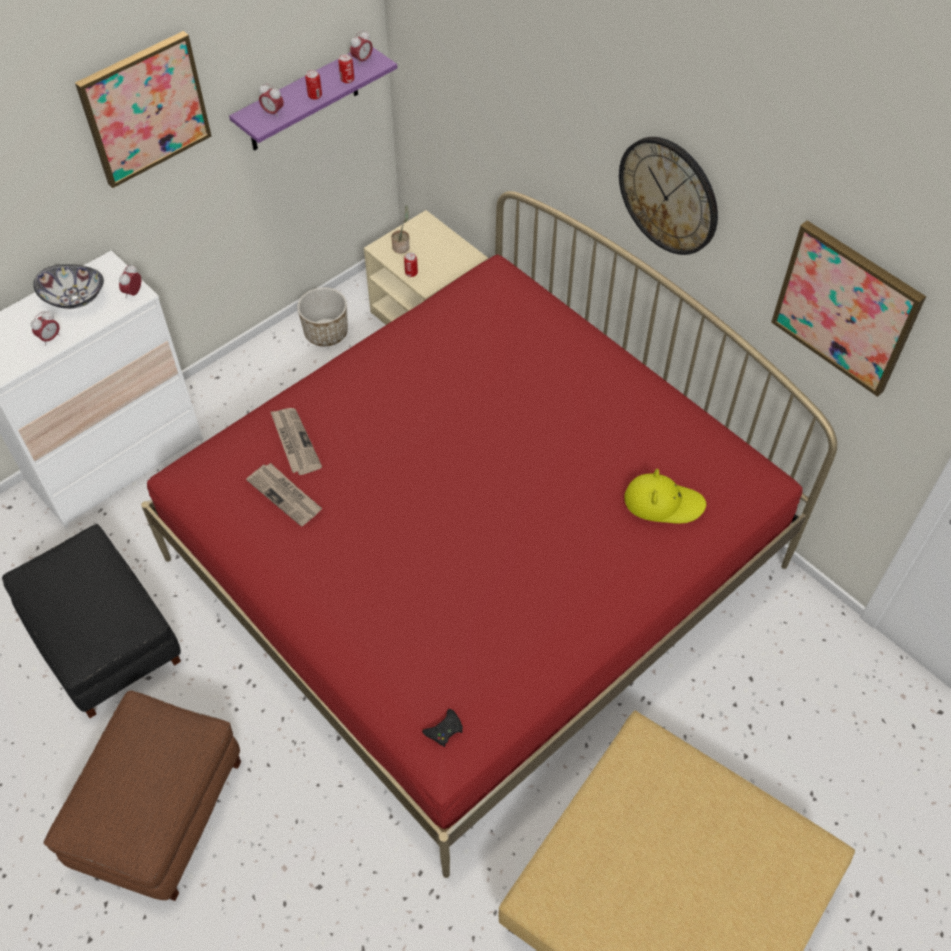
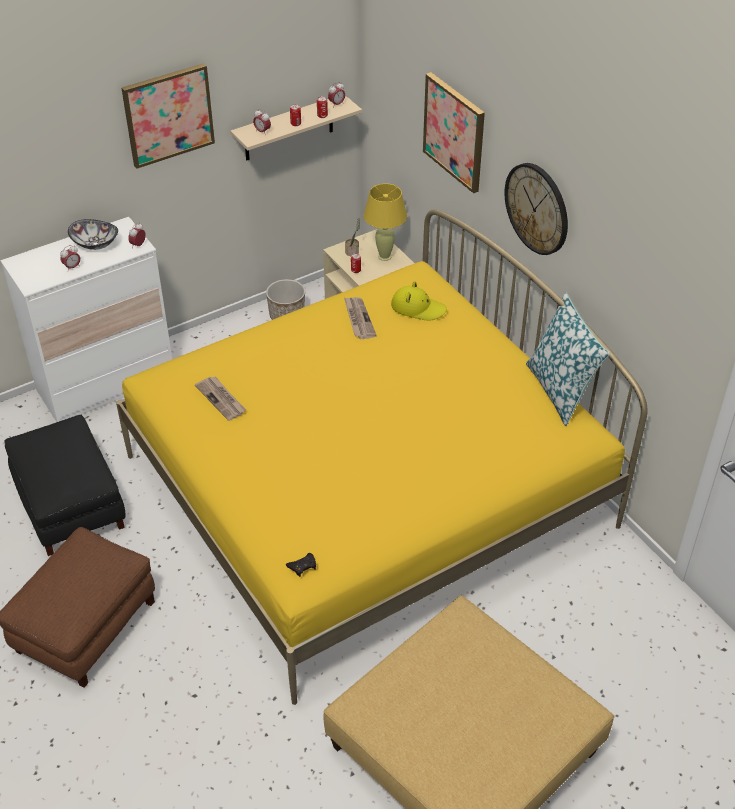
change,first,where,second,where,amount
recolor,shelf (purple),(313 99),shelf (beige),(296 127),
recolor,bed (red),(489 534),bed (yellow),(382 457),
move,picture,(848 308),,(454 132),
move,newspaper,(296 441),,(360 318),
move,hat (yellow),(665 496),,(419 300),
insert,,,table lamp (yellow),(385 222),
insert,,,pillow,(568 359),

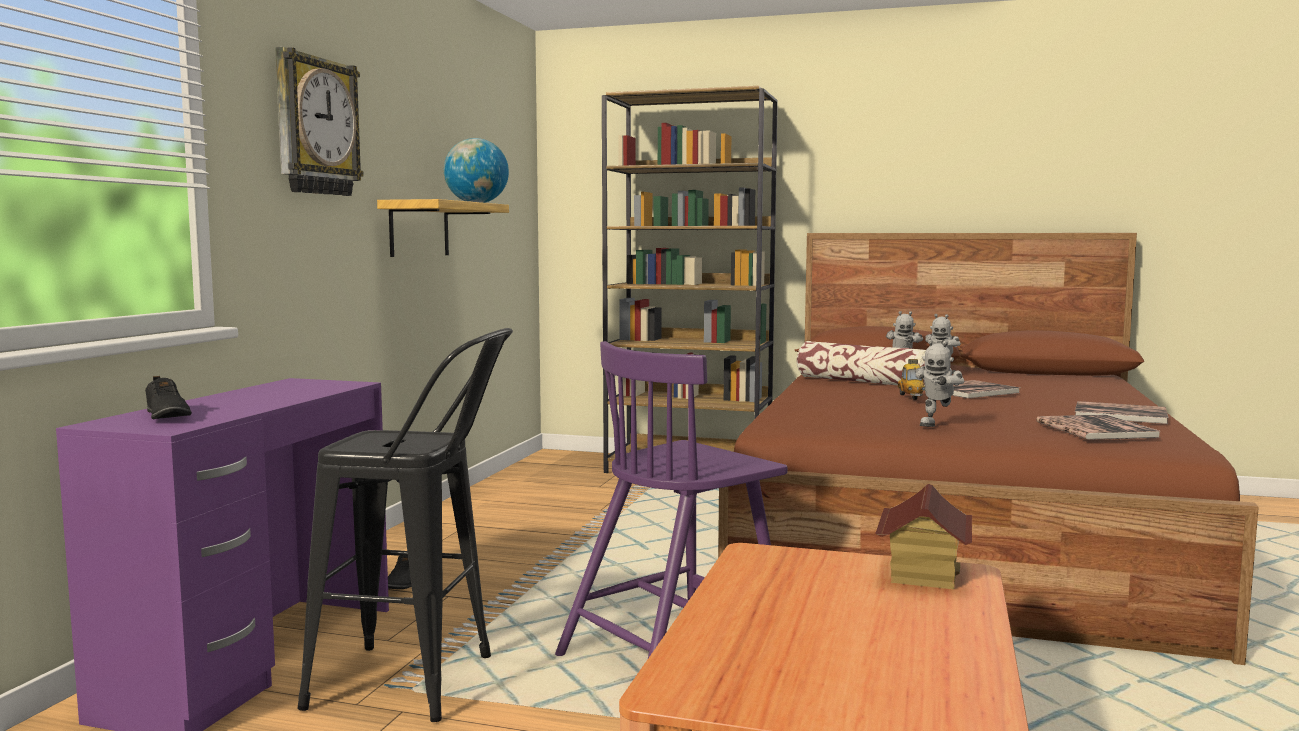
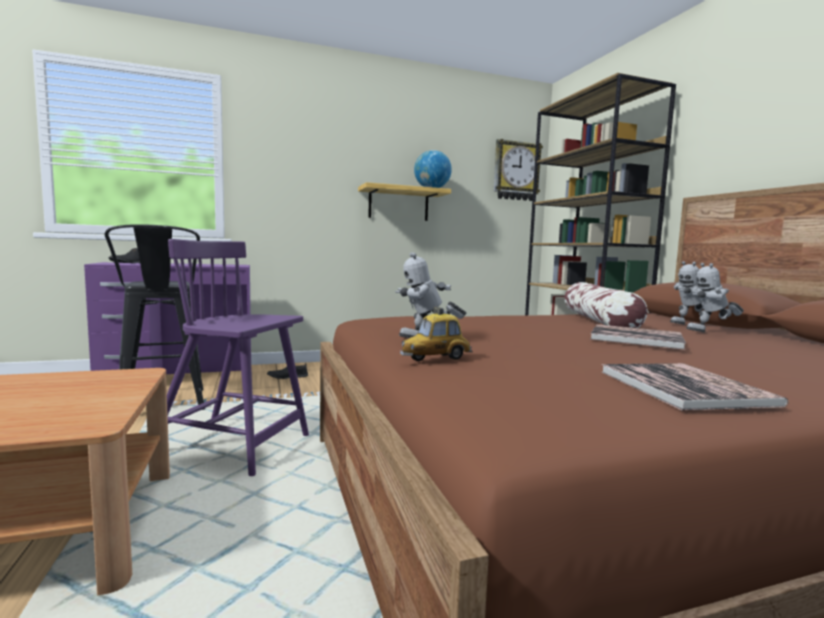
change,first,where,second,where,amount
move,wall clock,(319 121),,(518 170),
move,toy car,(911 379),,(436 334),
delete,book,(1098 427),,,
delete,toy house,(923 536),,,

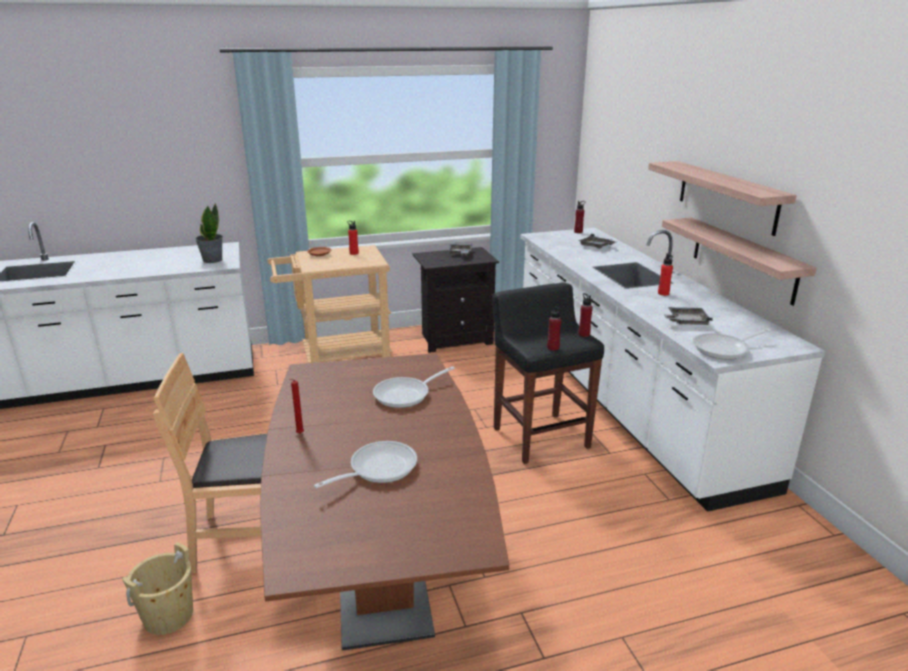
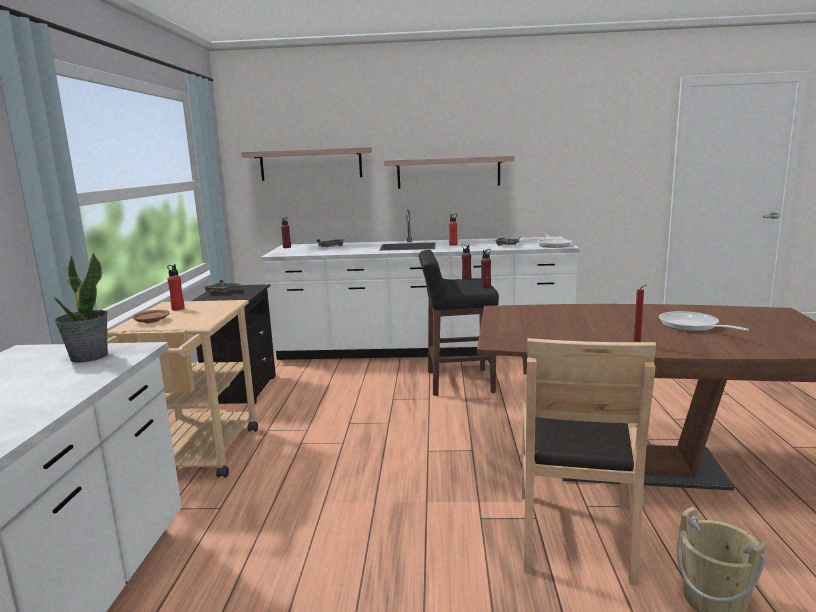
change,first,where,second,where,amount
move,shelf,(739 262),,(306 164),
delete,frying pan,(414 387),,,

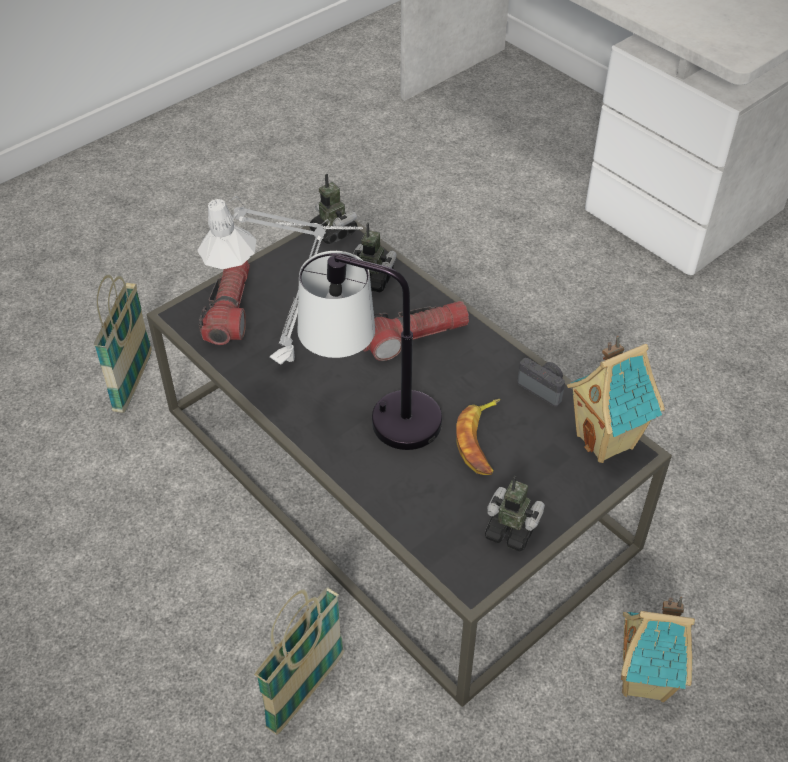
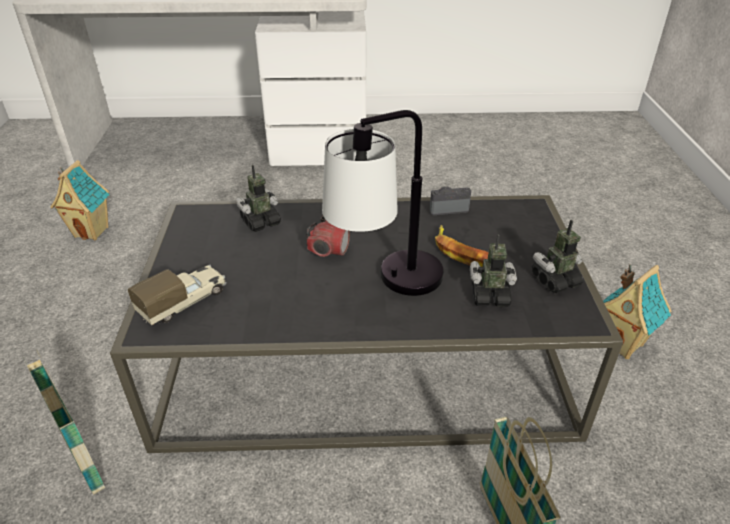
change,first,where,second,where,amount
move,toy robot,(333 209),,(493 270),
delete,table lamp (grey),(280 281),,,
replace,flashlight,(224 303),toy truck,(177 295),
move,toy house,(616 399),,(80 200),

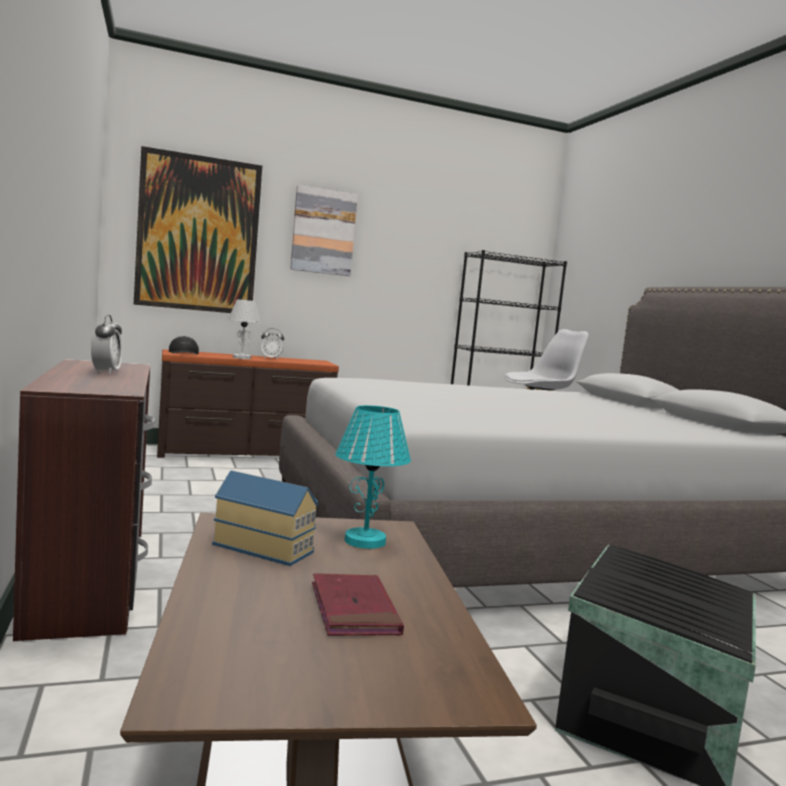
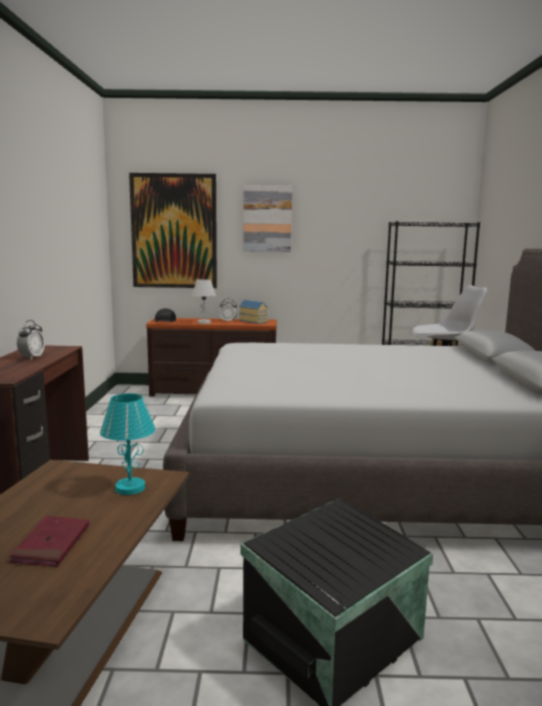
change,first,where,second,where,amount
move,toy house,(265 518),,(253 312),

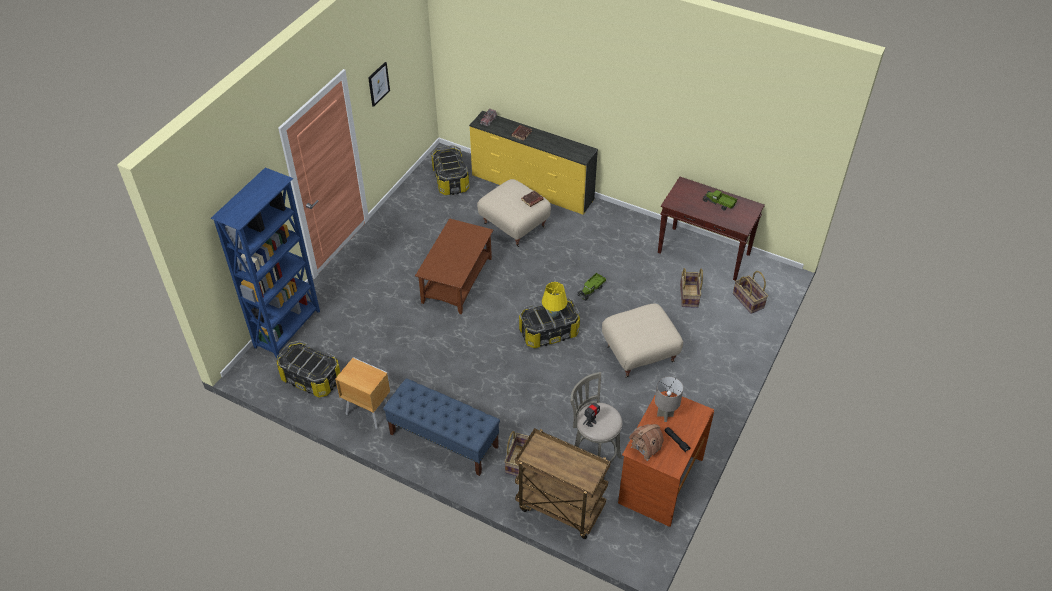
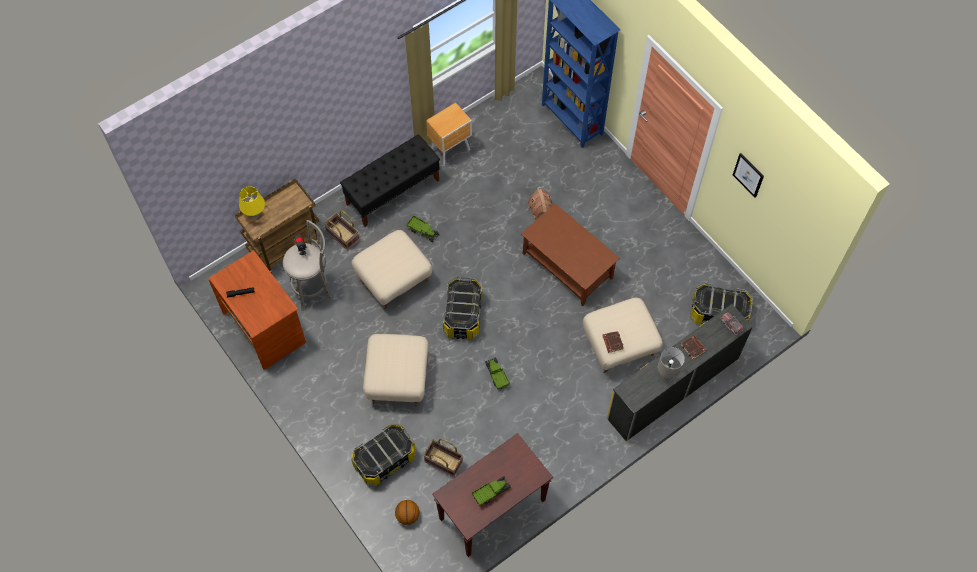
change,first,where,second,where,amount
replace,basket,(750 292),basketball,(407 512),
move,table lamp (yellow),(554 299),,(252 202),
move,storage box,(309 369),,(383 455),
move,table lamp (grey),(669 399),,(671 364),
recolor,bench (blue),(441 427),bench (black),(390 180),
move,toy house,(646 442),,(540 203),
insert,,,toy truck,(423 228),
insert,,,ottoman (beige),(391 269),

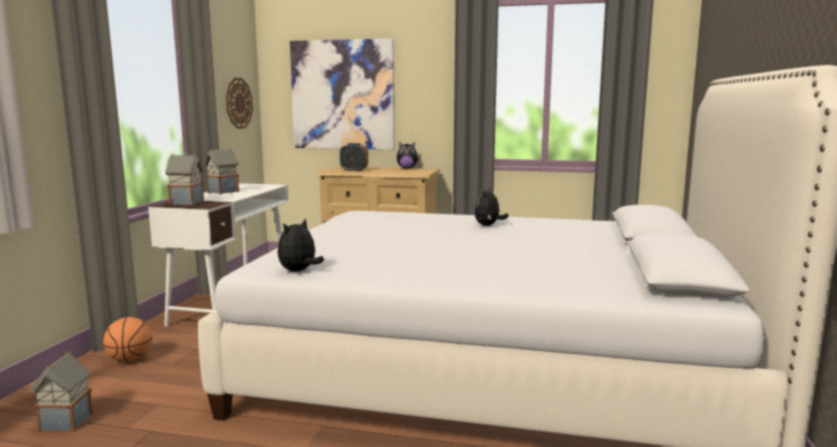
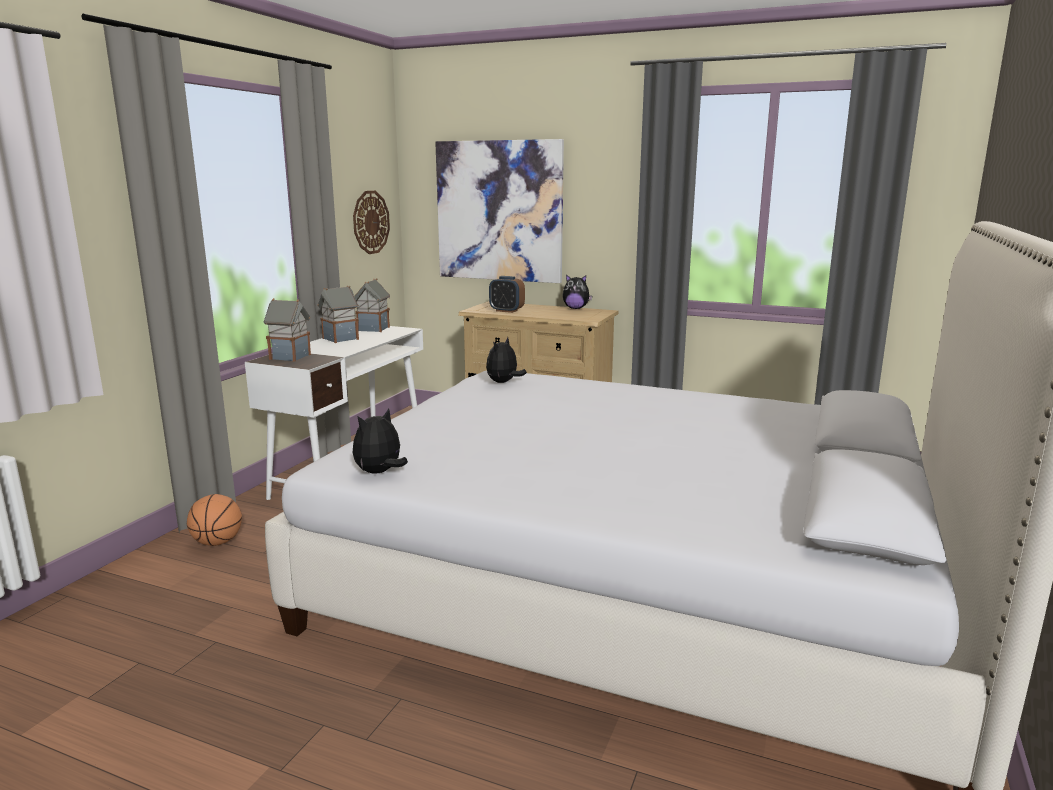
change,first,where,second,where,amount
move,plush toy,(491 206),,(506 360),
move,toy house,(61 392),,(372 305),

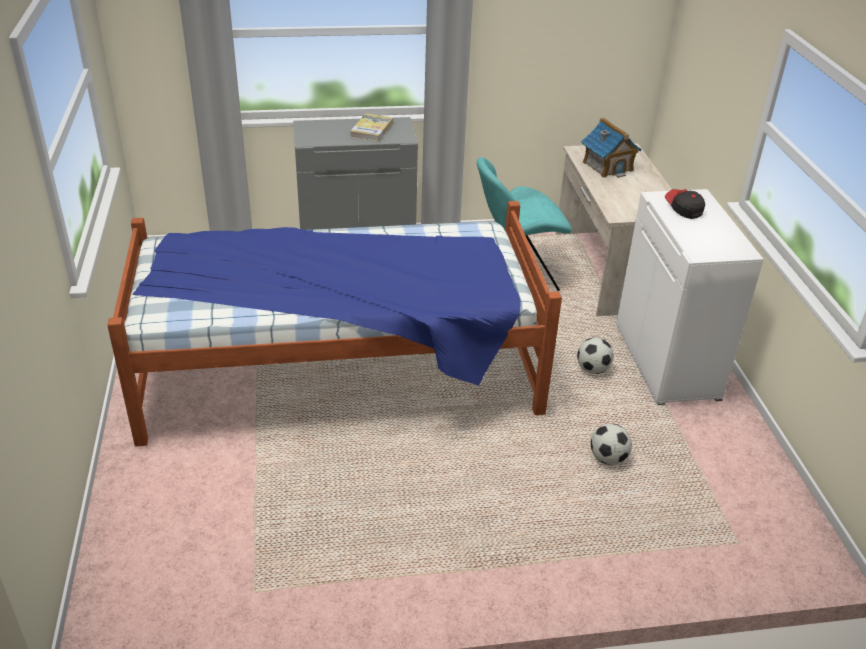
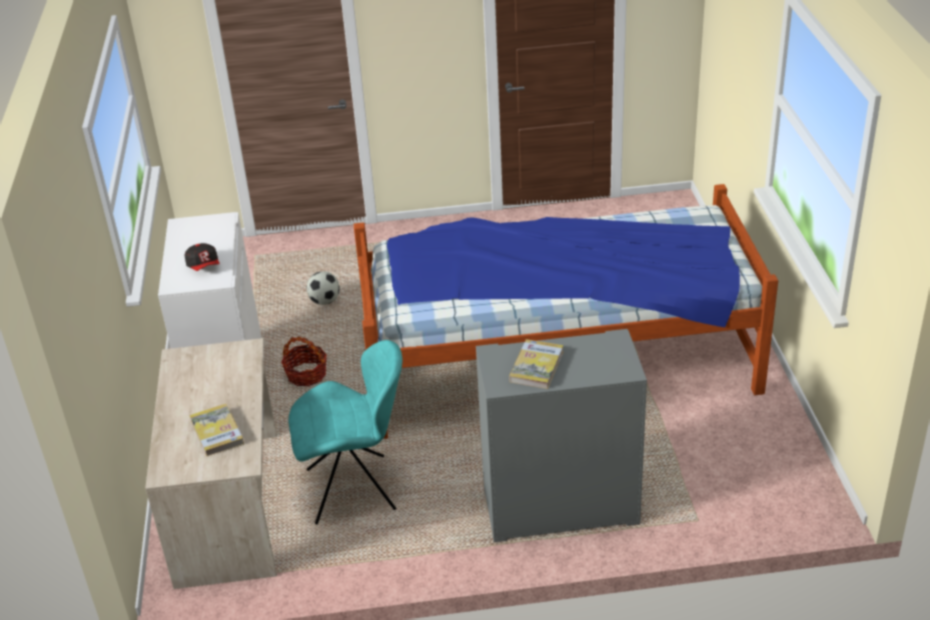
change,first,where,second,where,amount
replace,toy house,(611 148),book,(216 430),
replace,football,(595 356),basket,(304 361),

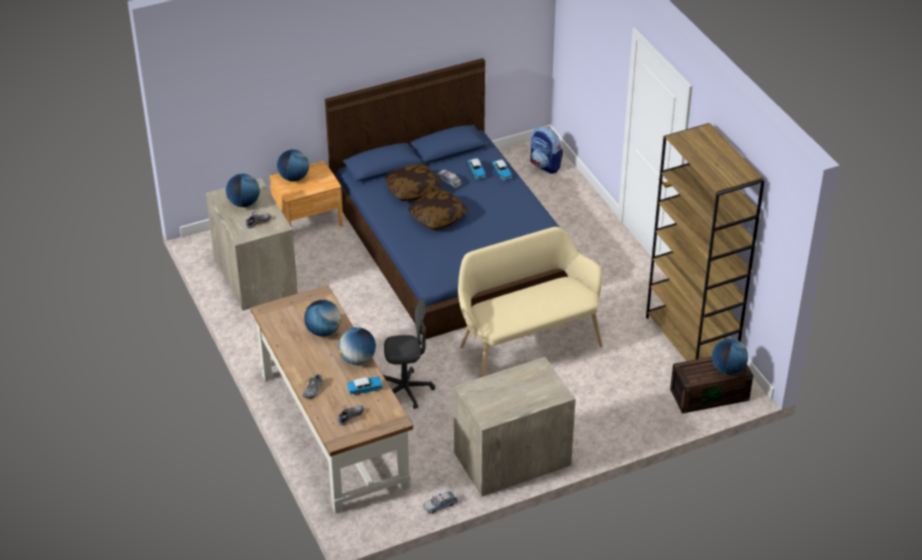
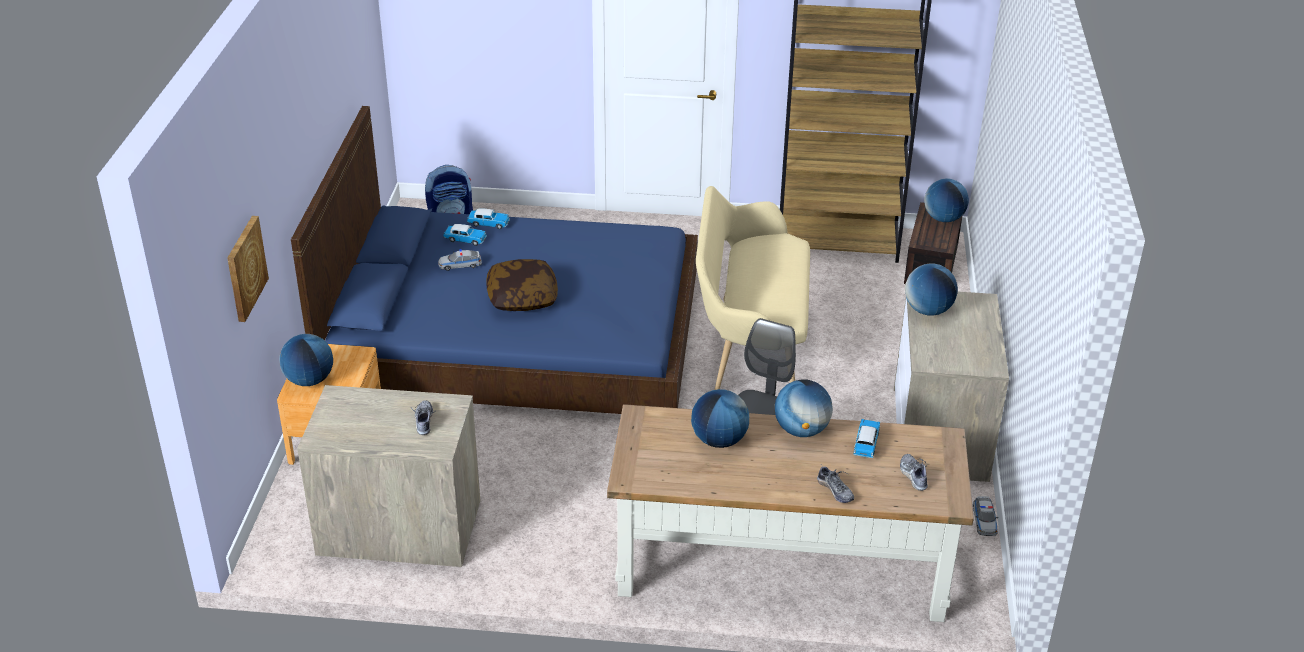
change,first,where,second,where,amount
delete,pillow,(413 182),,,
move,globe,(243 190),,(931 289),
insert,,,picture,(248 269),

